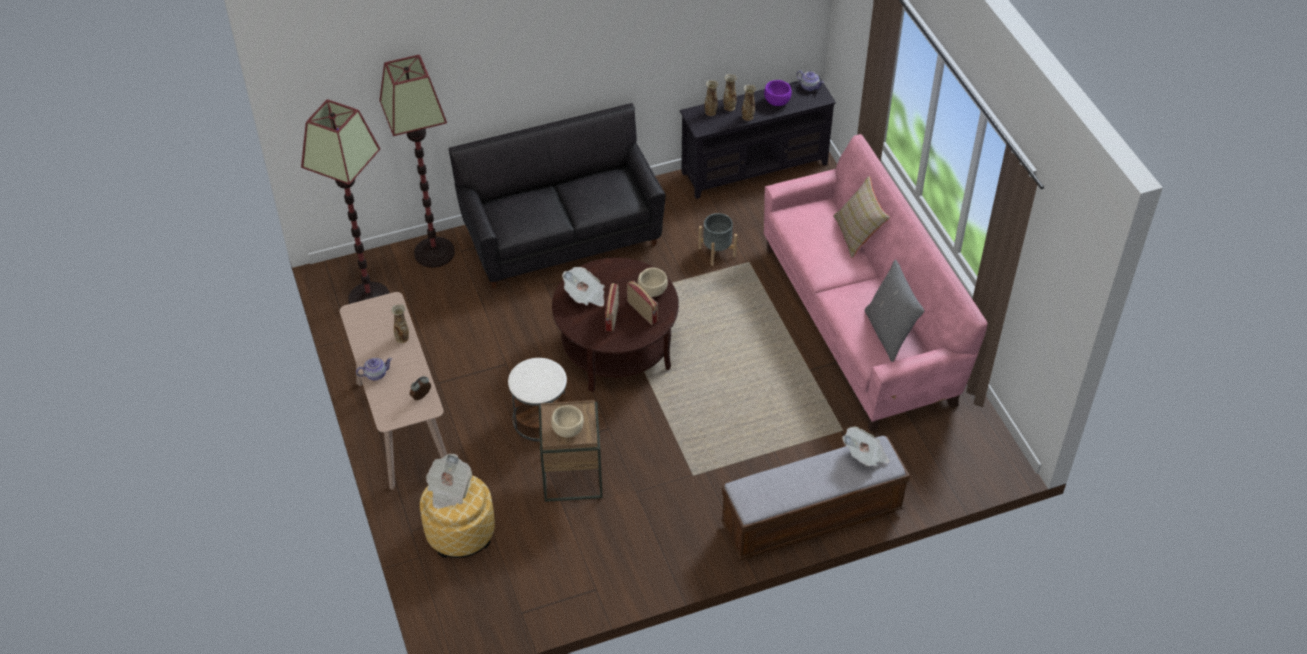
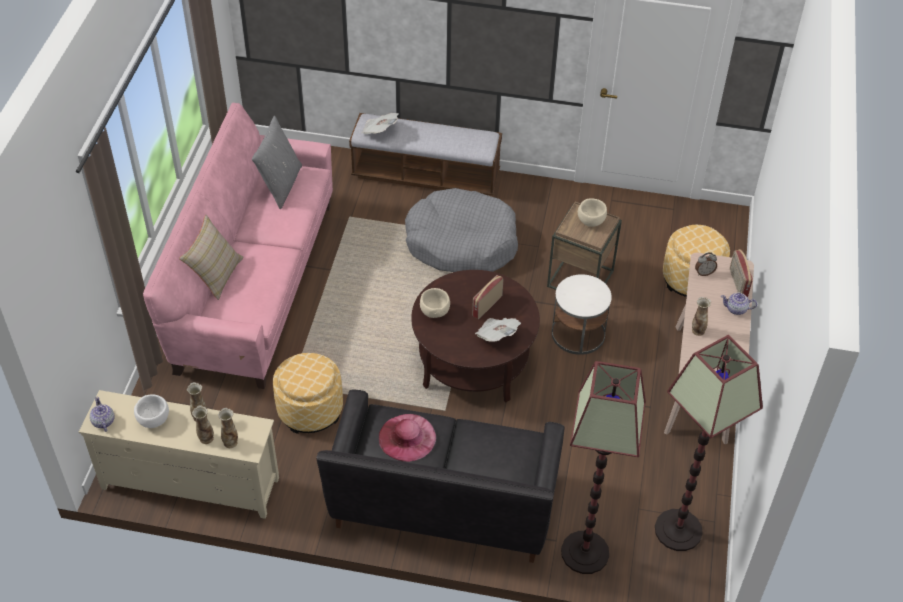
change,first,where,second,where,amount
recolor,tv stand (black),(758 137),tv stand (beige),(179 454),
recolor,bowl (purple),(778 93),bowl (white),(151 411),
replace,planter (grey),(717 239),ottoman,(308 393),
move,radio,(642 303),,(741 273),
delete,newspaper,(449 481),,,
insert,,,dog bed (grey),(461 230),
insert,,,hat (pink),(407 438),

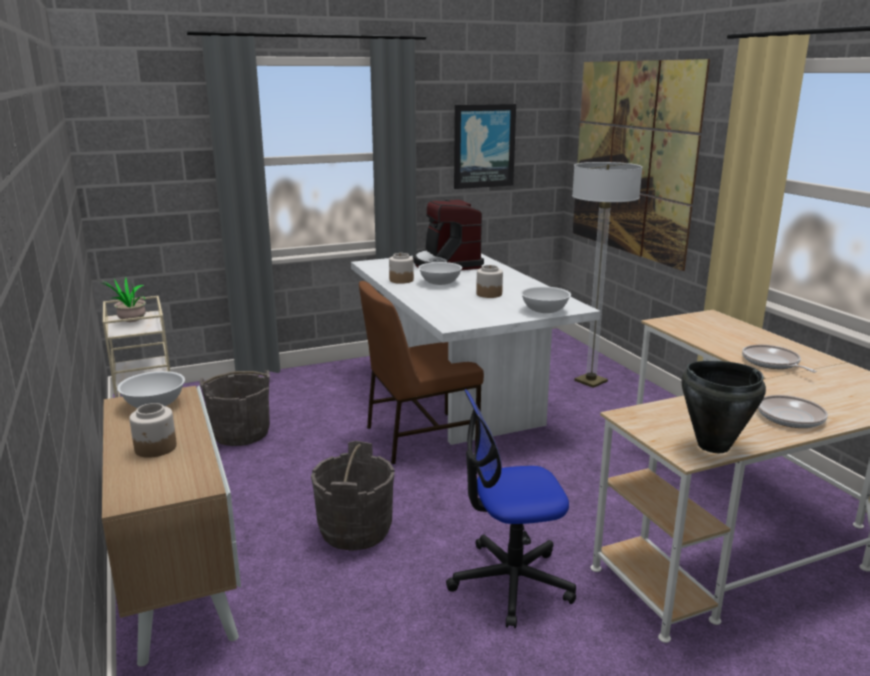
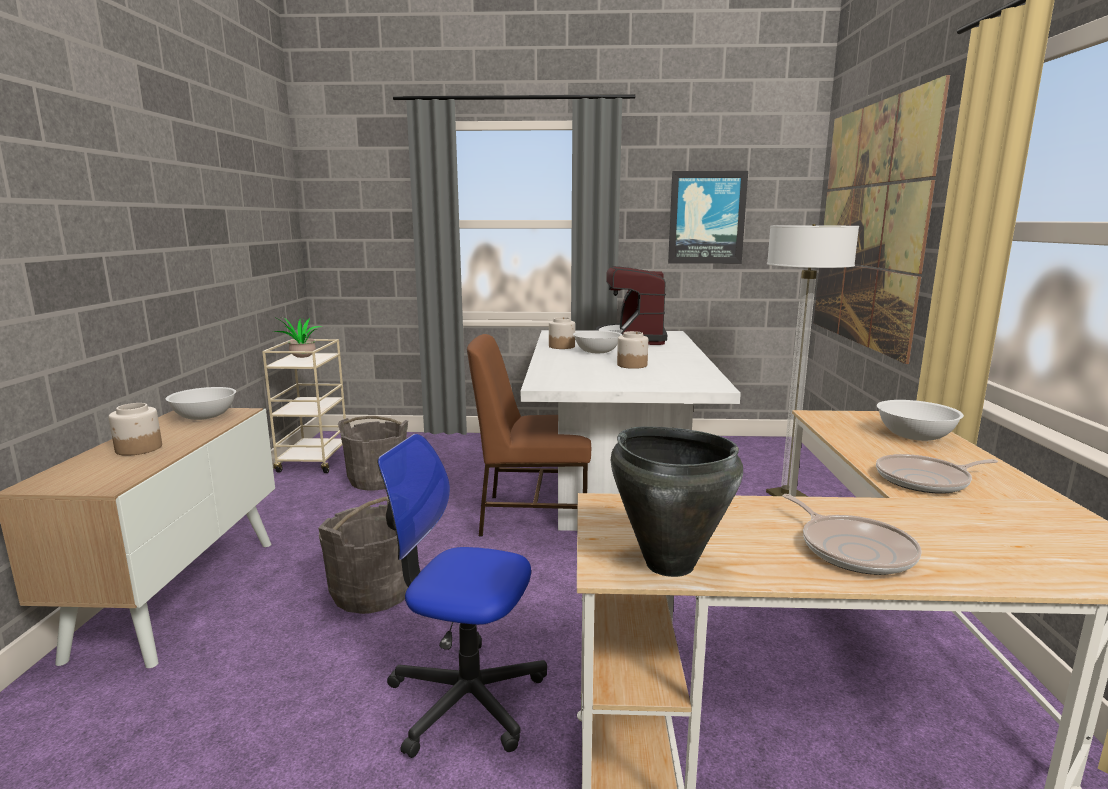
change,first,where,second,where,amount
move,bowl (white),(546 299),,(920 420),
rotate,frying pan,(779 359),,(937 474),105 degrees counterclockwise

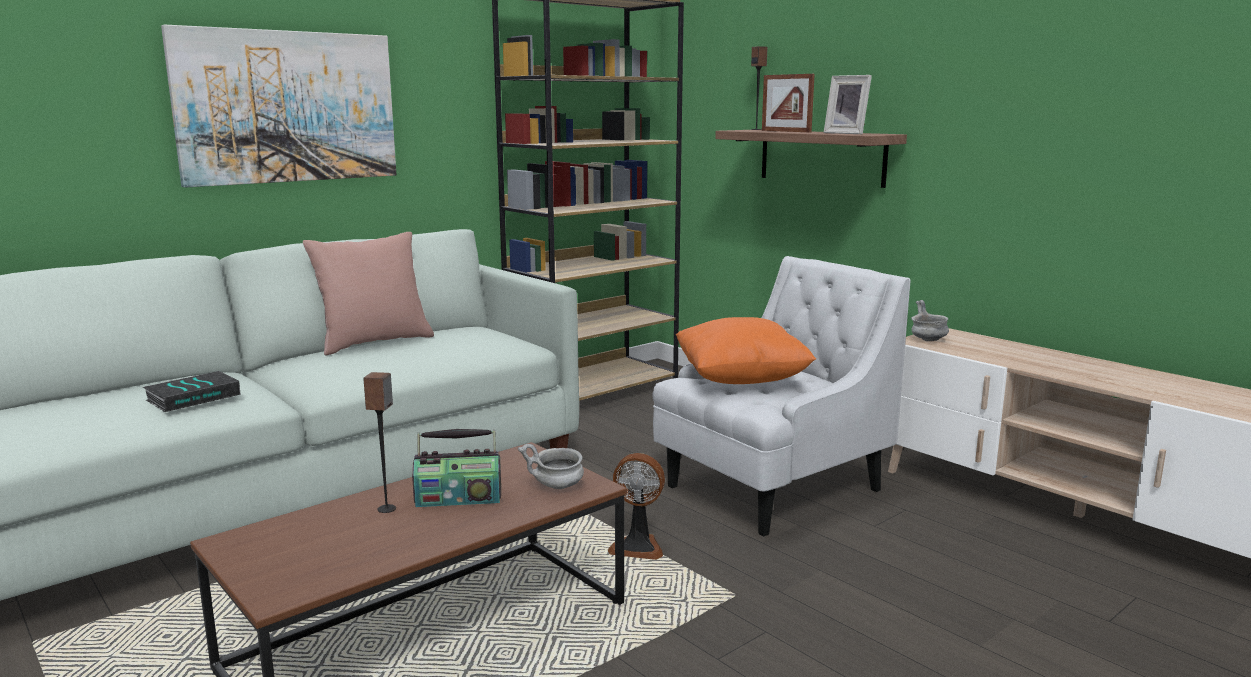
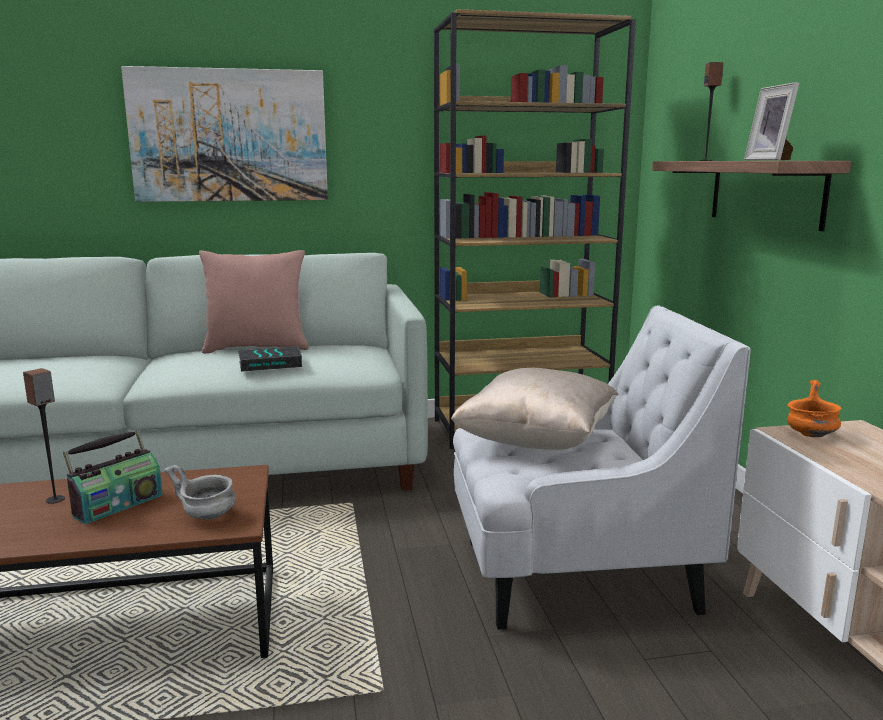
change,first,where,second,where,amount
delete,picture frame,(788 103),,,
recolor,bowl (grey),(930 320),bowl (orange),(814 408),
recolor,pillow (orange),(746 350),pillow (beige),(535 409),
move,book,(191 391),,(270 359),
rotate,radio,(456 468),,(112 477),75 degrees counterclockwise
delete,fan,(636 506),,,

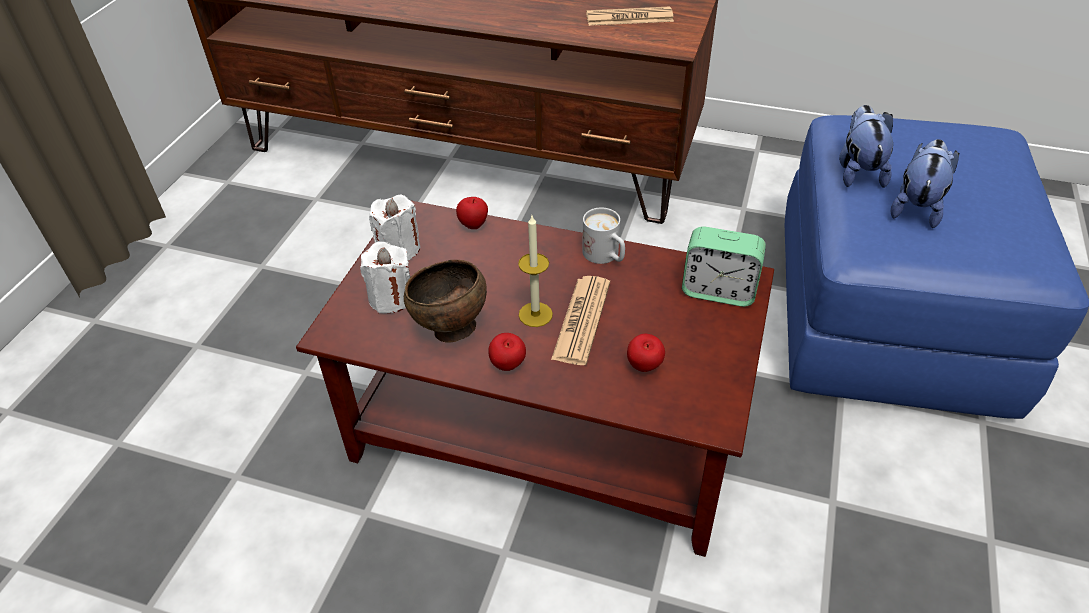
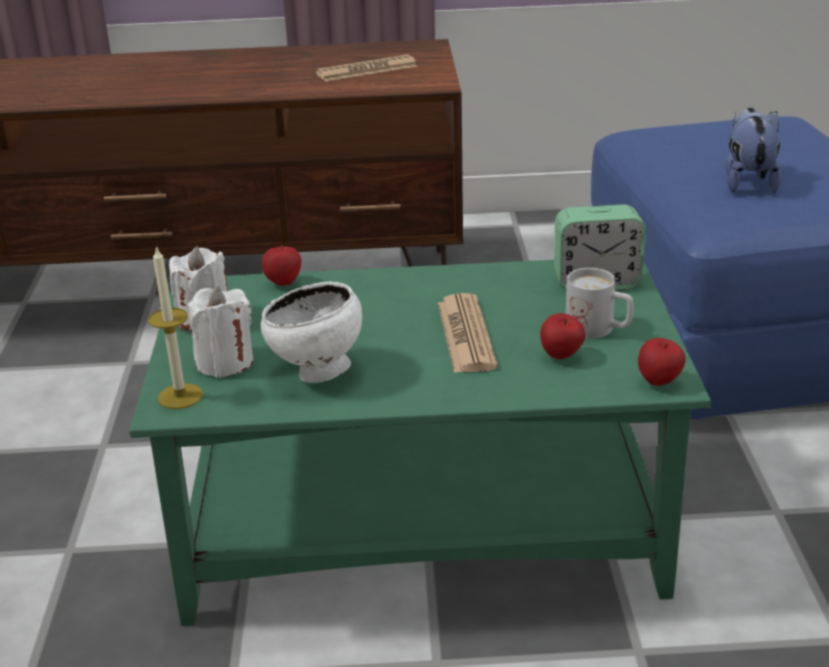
change,first,where,second,where,amount
delete,plush toy,(866 146),,,
recolor,coffee table (brown),(535 378),coffee table (green),(420 443),
move,mug (white),(603 236),,(600 303),
move,candle,(535 271),,(175 327),
recolor,bowl (brown),(445 301),bowl (white),(311 332),
move,apple,(507 352),,(662 362),

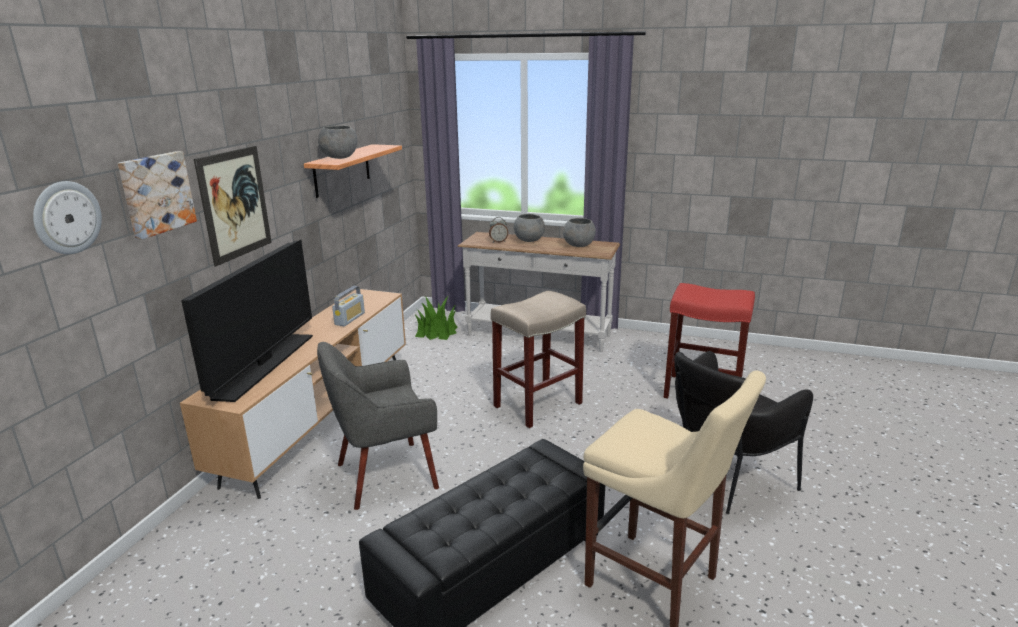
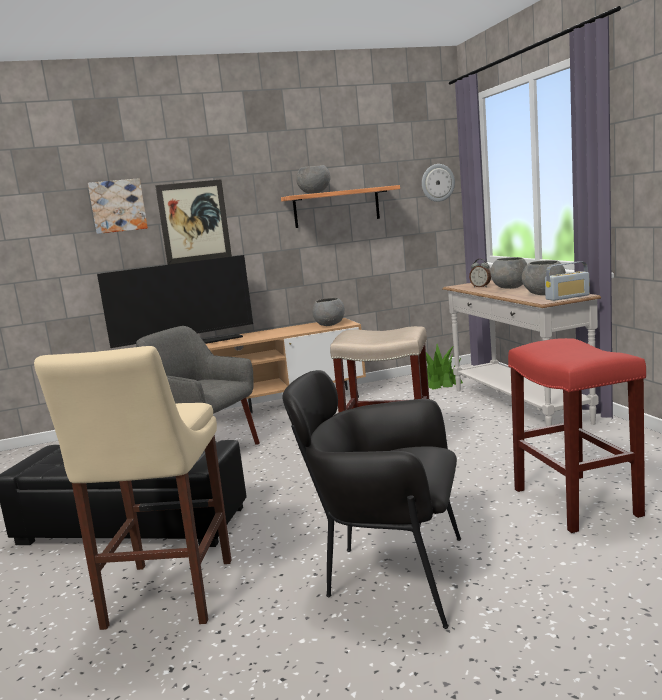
change,first,where,second,where,amount
move,wall clock,(67 217),,(438 183),
move,radio,(348 306),,(567 281),
insert,,,bowl (grey),(328 312),

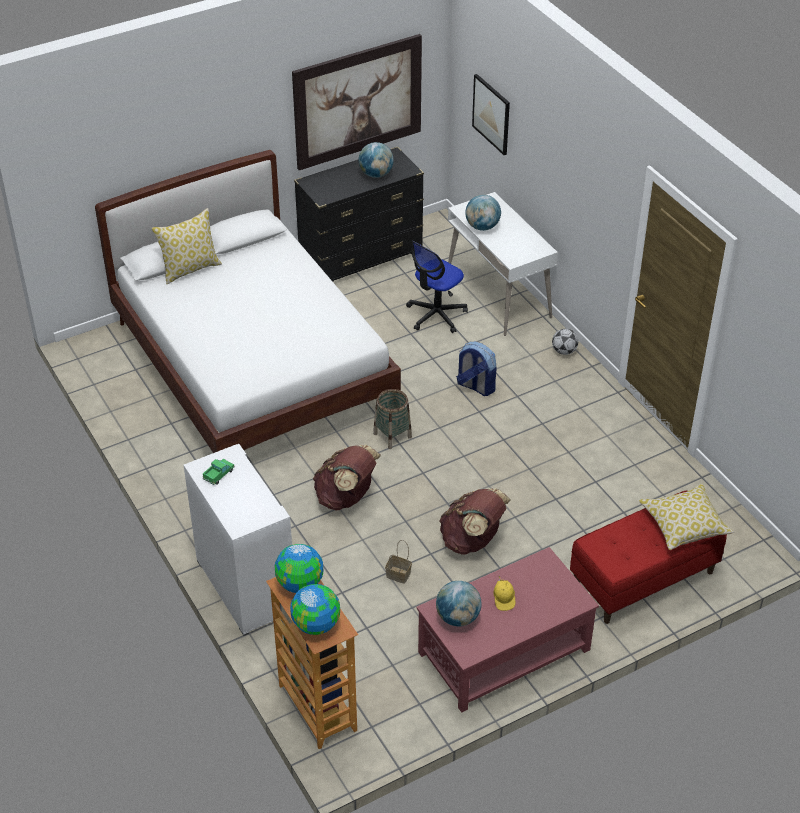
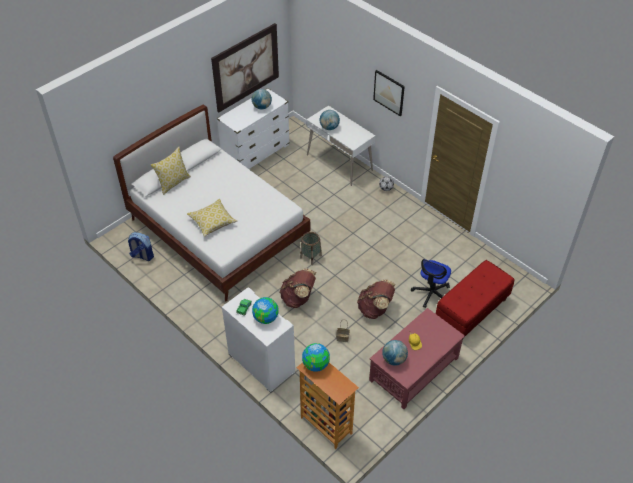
change,first,where,second,where,amount
move,picture,(491 114),,(389 93),
recolor,dresser (black),(359 214),dresser (white),(253 128),
move,office chair,(437 287),,(431 283),
move,backpack,(476 369),,(141 246),
move,pillow,(686 517),,(212 218),
move,globe,(315 609),,(265 310),

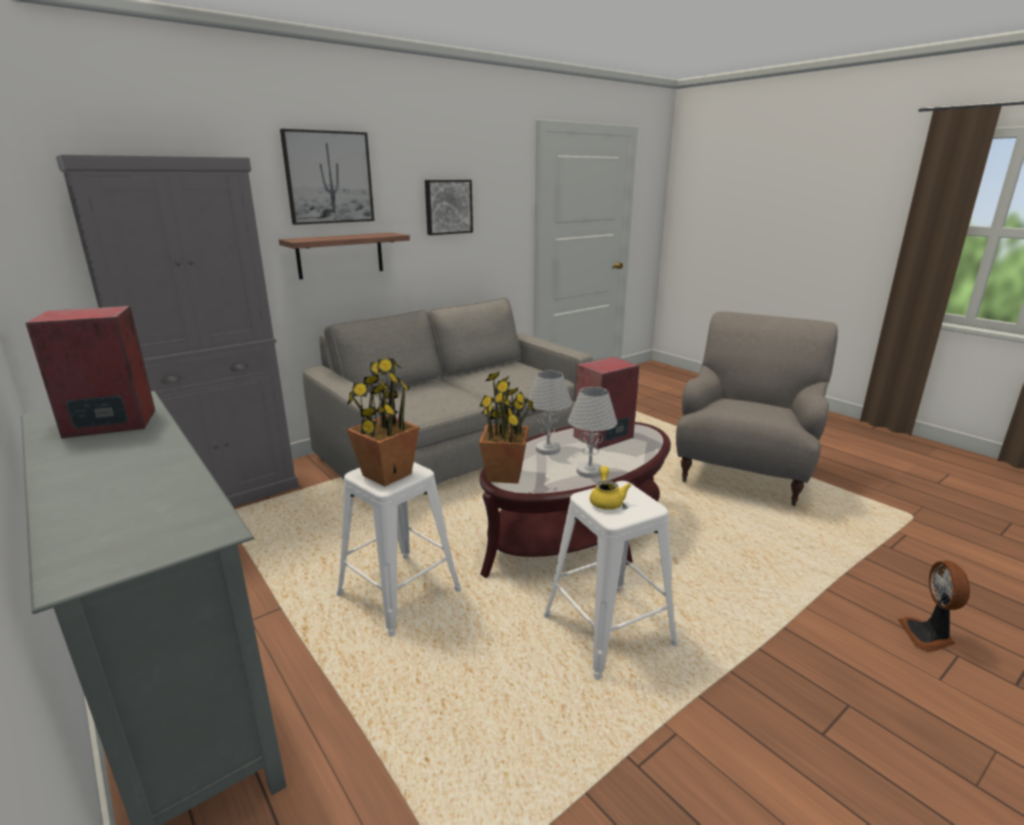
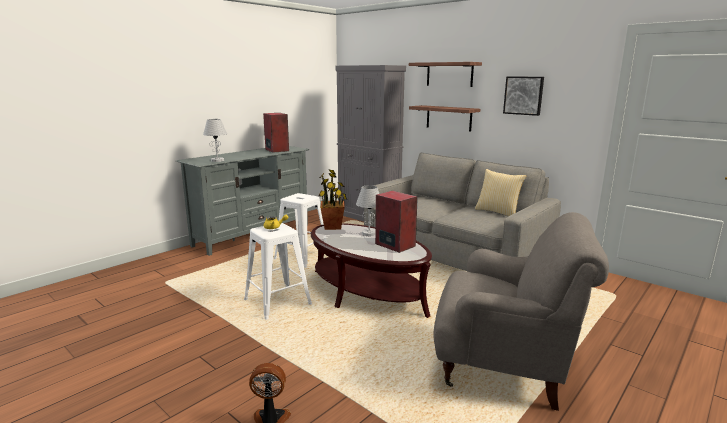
change,first,where,second,where,amount
replace,picture,(327 177),shelf,(445 74),
delete,potted plant,(383 421),,,
move,table lamp (white),(592 432),,(215 140),
insert,,,pillow,(501 192),

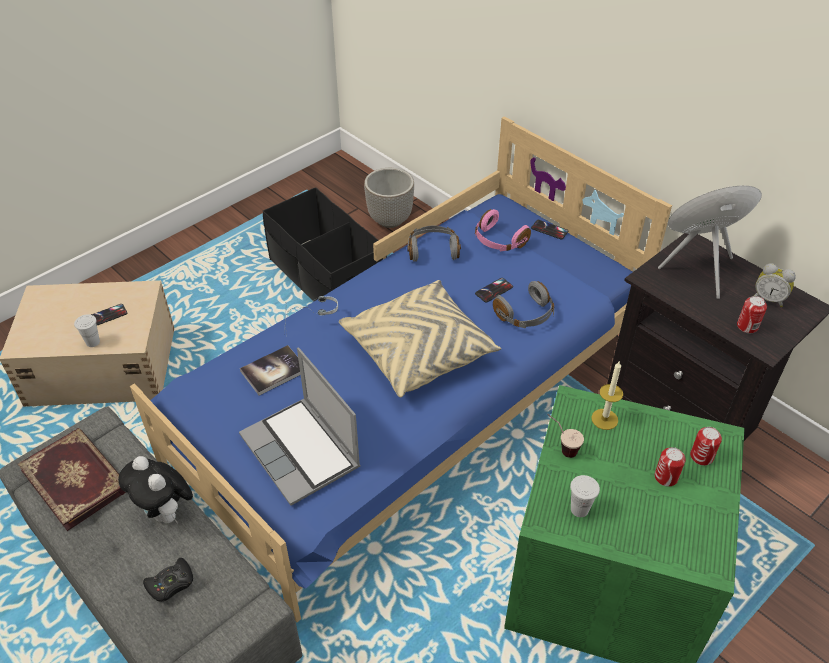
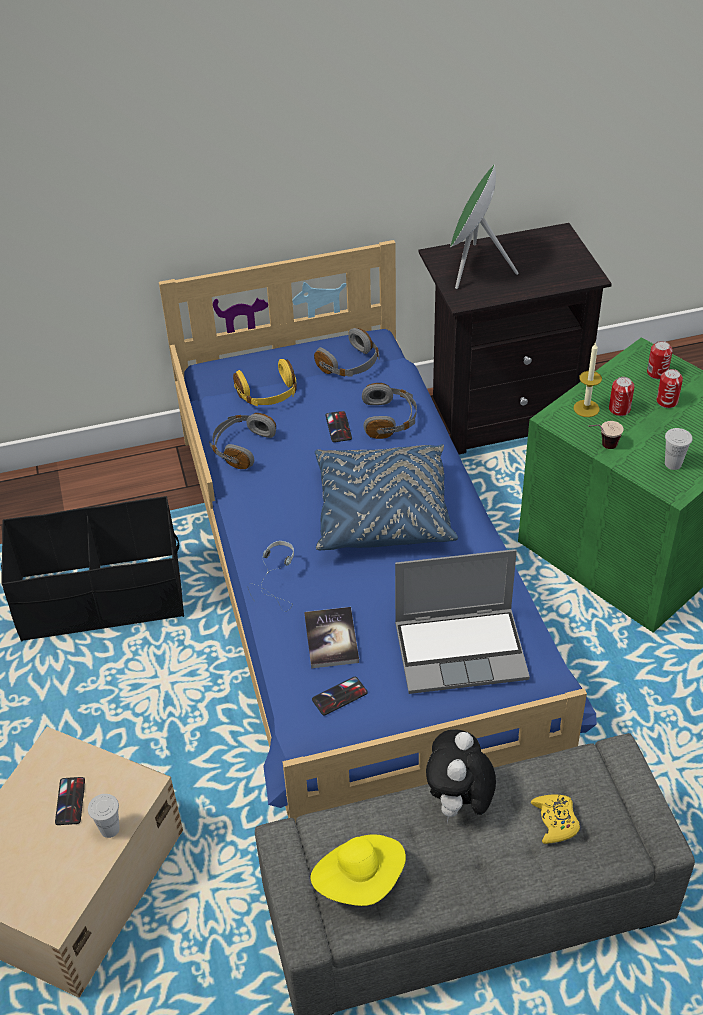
change,first,where,second,where,amount
delete,planter,(389 198),,,
recolor,headphones (pink),(503 230),headphones (yellow),(265 382),
move,phone,(549 230),,(340 696),
delete,alarm clock,(775 285),,,
recolor,pillow (beige),(420 338),pillow (blue),(386 497),
move,can,(752 314),,(622 396),
replace,book,(72 479),hat (yellow),(358 870),
rotate,plush toy,(155 489),,(461 776),120 degrees clockwise
recolor,game controller (black),(168 580),game controller (yellow),(555 819),
insert,,,headphones (grey),(346 352),

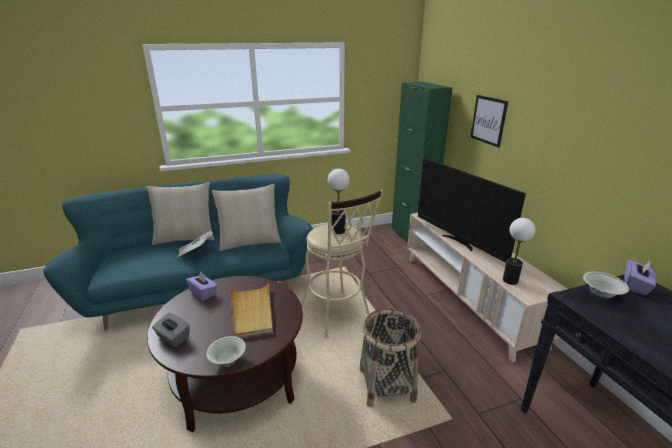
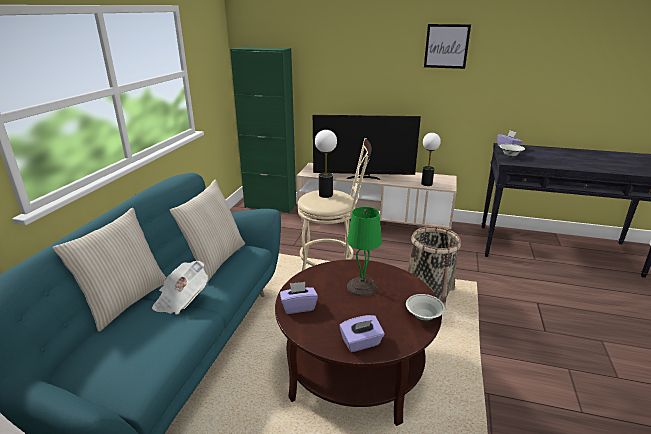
change,first,where,second,where,amount
move,picture,(489 121),,(447 46),
replace,tray (beige),(251 310),table lamp (green),(364 251),
recolor,tissue box (grey),(171 330),tissue box (purple),(362 333),

